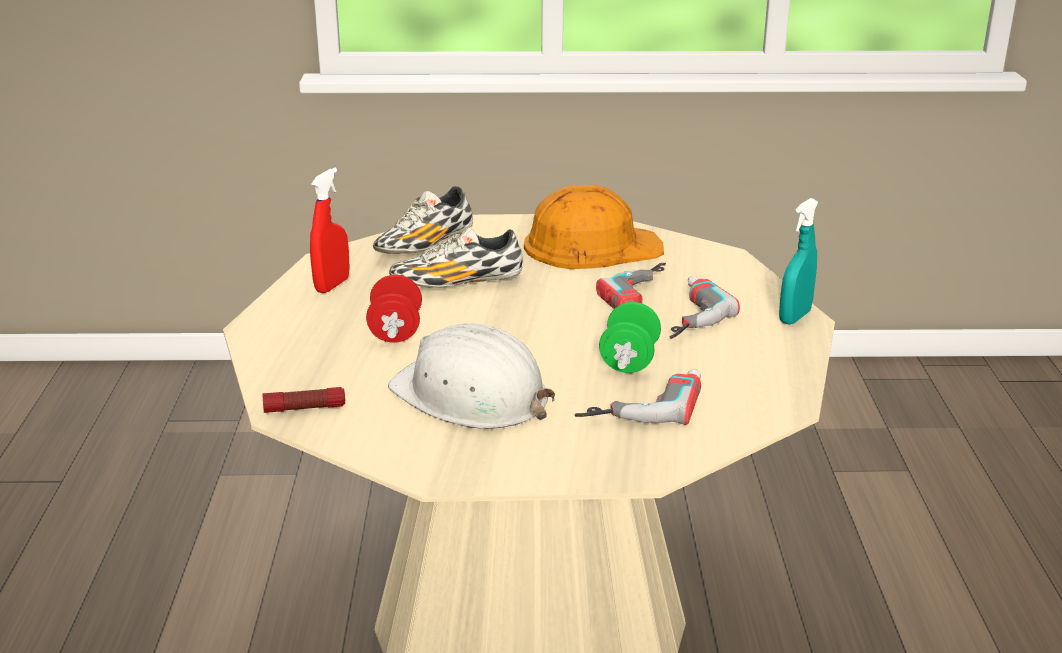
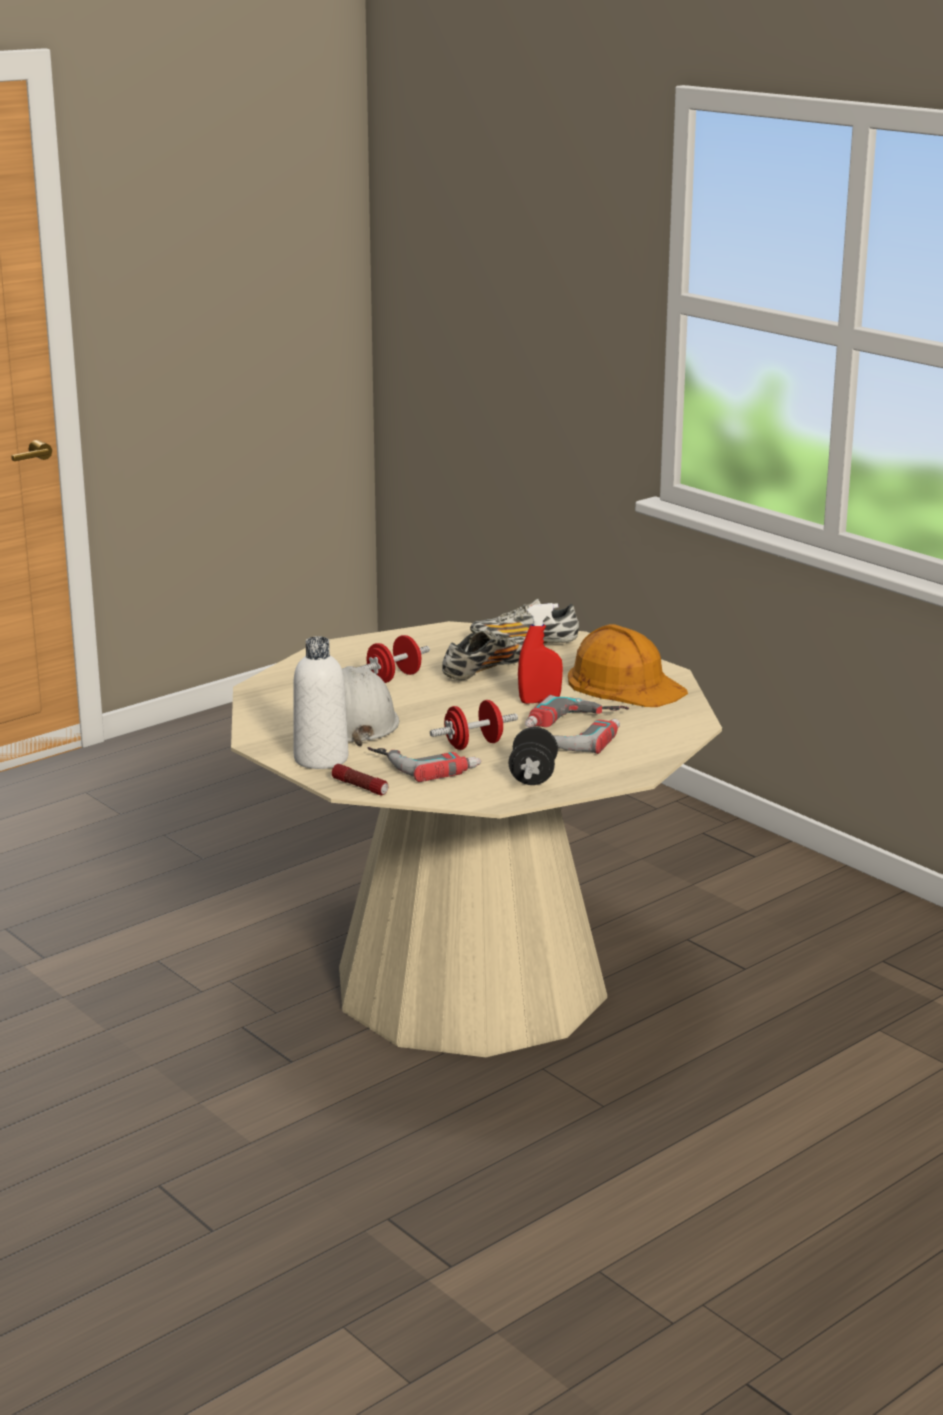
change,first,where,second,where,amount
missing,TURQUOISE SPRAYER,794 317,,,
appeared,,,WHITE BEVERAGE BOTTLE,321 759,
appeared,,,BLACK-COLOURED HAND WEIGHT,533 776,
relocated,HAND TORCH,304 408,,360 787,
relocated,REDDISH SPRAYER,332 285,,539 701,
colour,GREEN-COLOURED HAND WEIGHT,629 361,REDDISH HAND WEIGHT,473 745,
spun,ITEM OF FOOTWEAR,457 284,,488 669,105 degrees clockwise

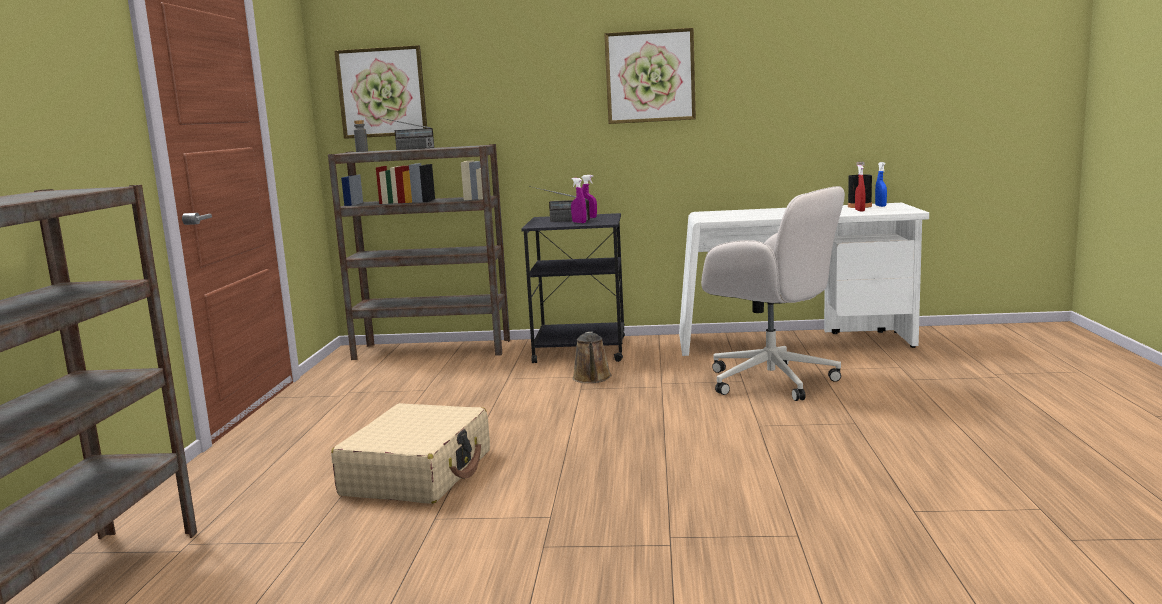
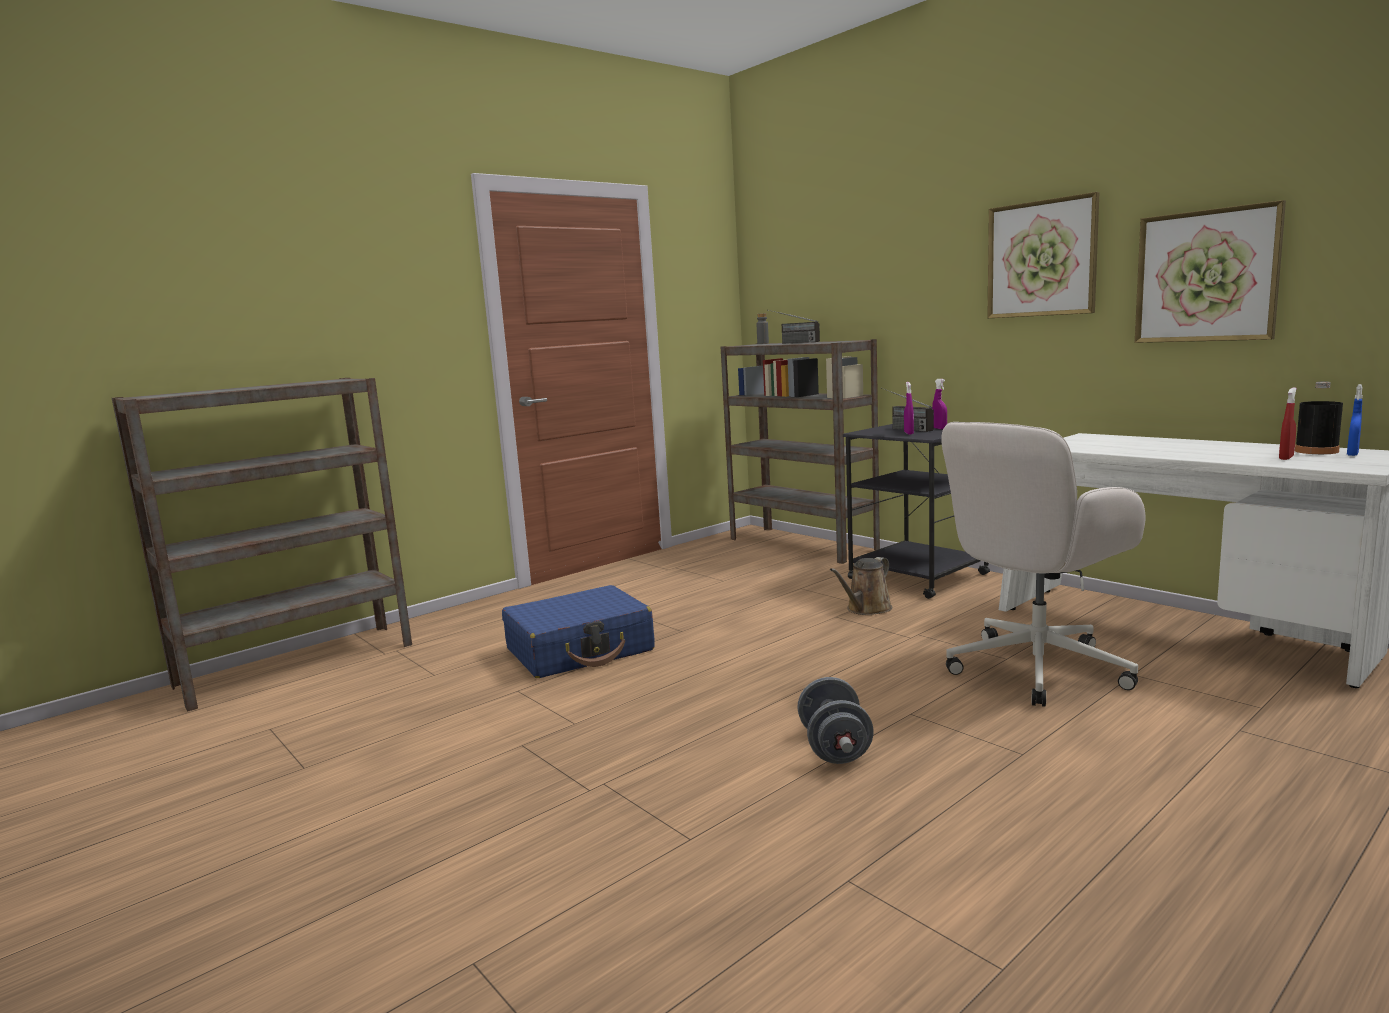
change,first,where,second,where,amount
appeared,,,GRAY HAND WEIGHT,835 748,
relocated,WALL PICTURE,382 92,,1206 276,
colour,SAND-COLOURED TRAVEL CASE,418 473,BLUE TRAVEL CASE,580 650,
spun,WHITE COMPUTER CHAIR,770 381,,1037 669,60 degrees clockwise

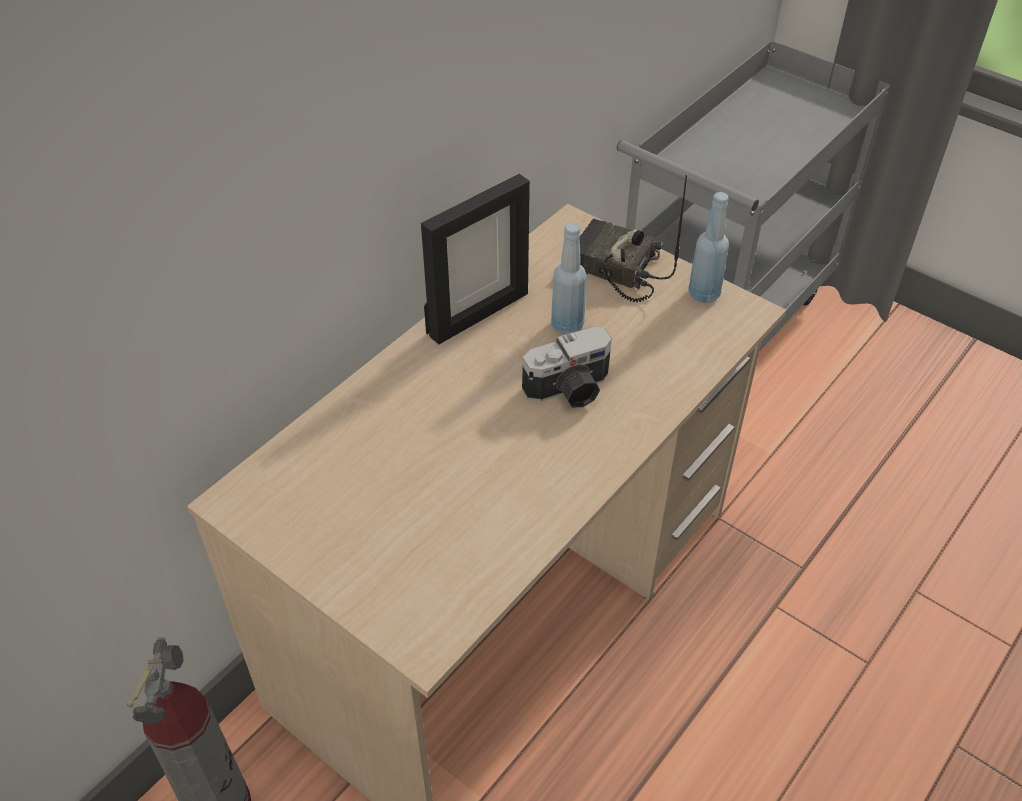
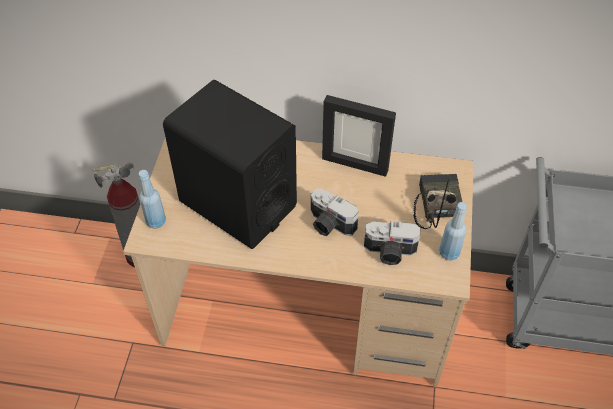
change,first,where,second,where,amount
appeared,,,BLACK-COLOURED LOUDSPEAKER,237 204,
appeared,,,PHOTO CAMERA,389 252,
relocated,BLUE BEVERAGE BOTTLE,567 325,,156 221,

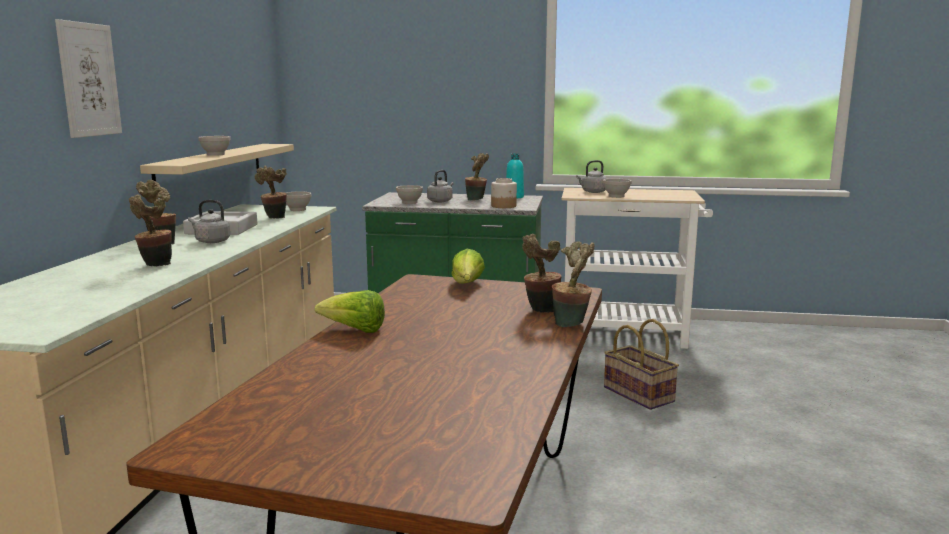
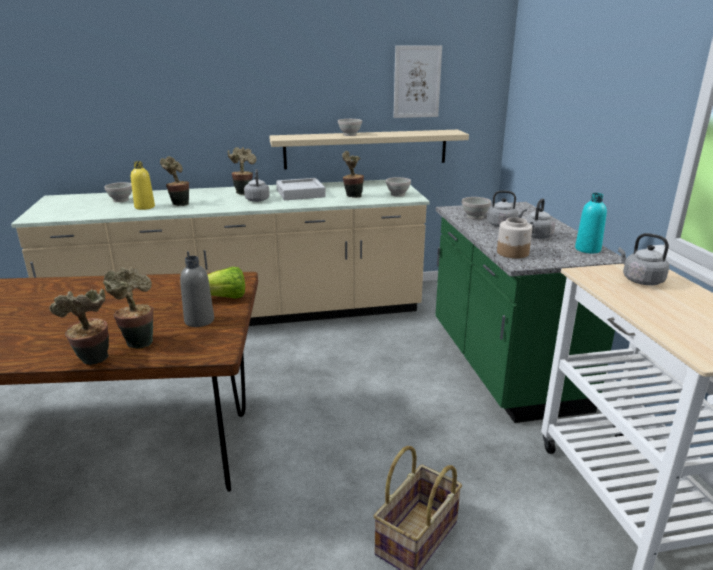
change,first,where,second,where,amount
missing,HEAD OF LETTUCE,355 330,,,
appeared,,,YELLOW BEVERAGE BOTTLE,144 207,
appeared,,,GRAY BEVERAGE BOTTLE,199 321,
relocated,WALL PICTURE,89 80,,417 82,
relocated,WHITE DEEP DISH,616 196,,121 200,
exchanged,PLANT IN A POT,476 200,GRAY KETTLE,537 236,

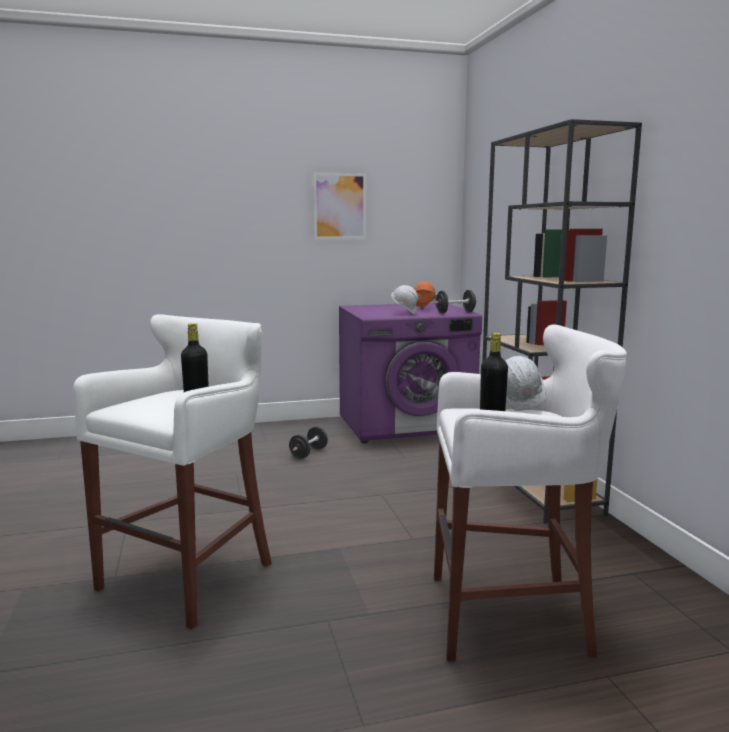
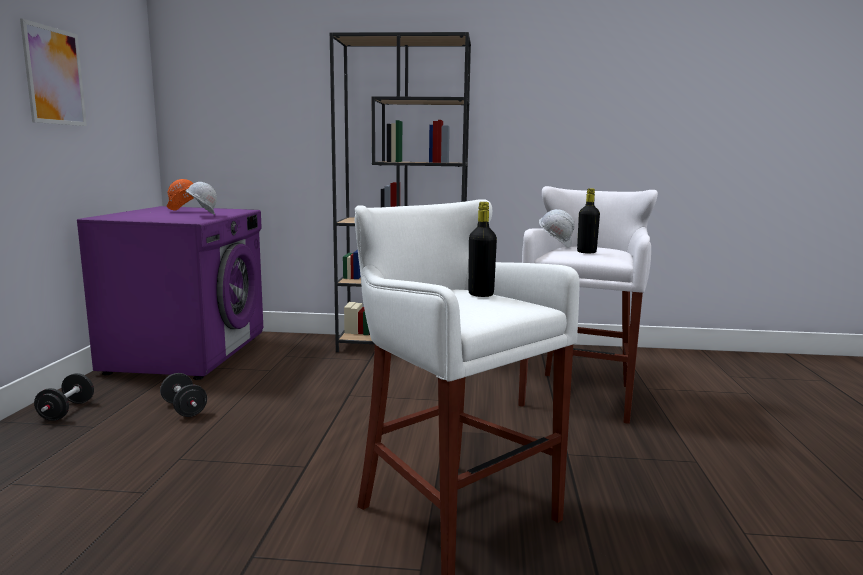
change,first,where,second,where,amount
relocated,BLACK-COLOURED HAND WEIGHT,455 312,,66 411,

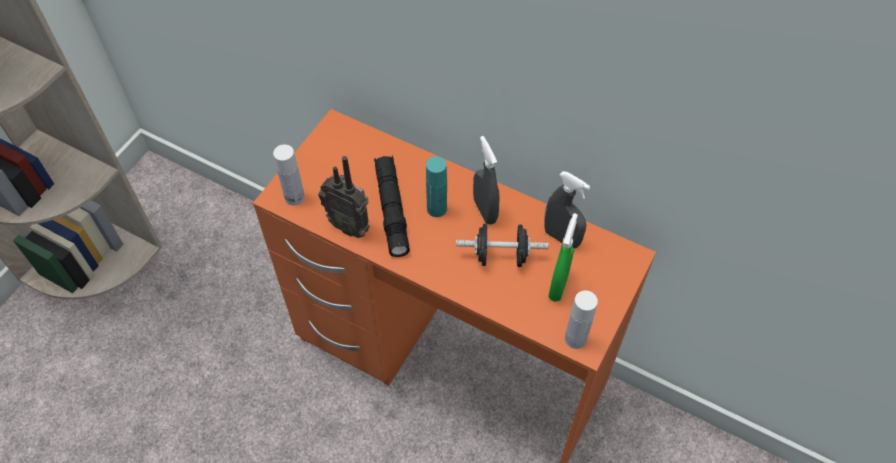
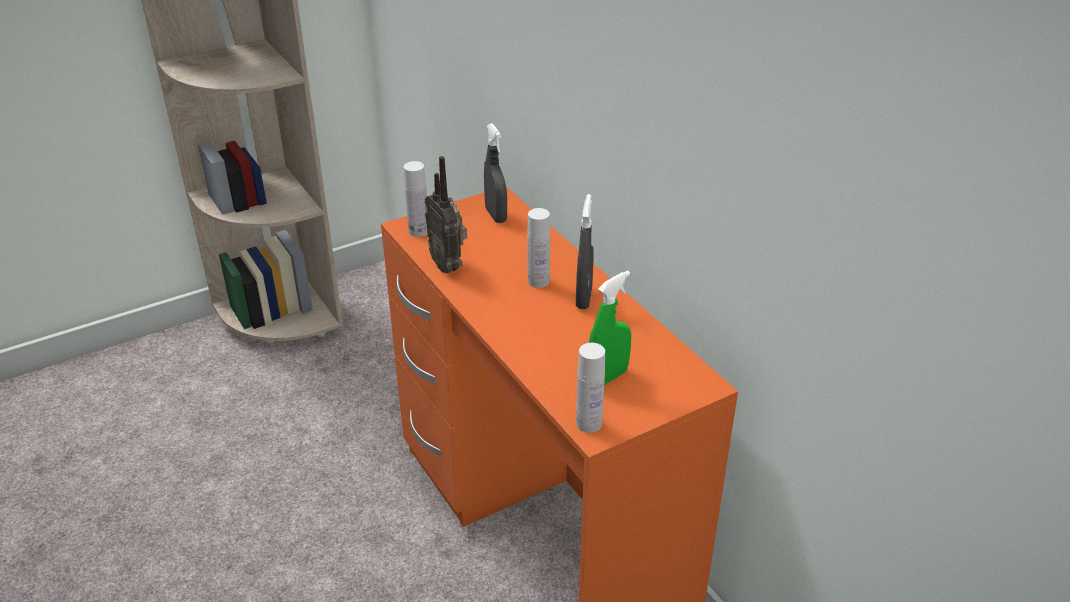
change,first,where,second,where,amount
missing,BLACK-COLOURED HAND TORCH,392 209,,,
missing,BLACK-COLOURED HAND WEIGHT,501 256,,,
relocated,GRAY SPRAYER,561 238,,496 215,
colour,TURQUOISE BEVERAGE BOTTLE,437 209,WHITE BEVERAGE BOTTLE,538 281,

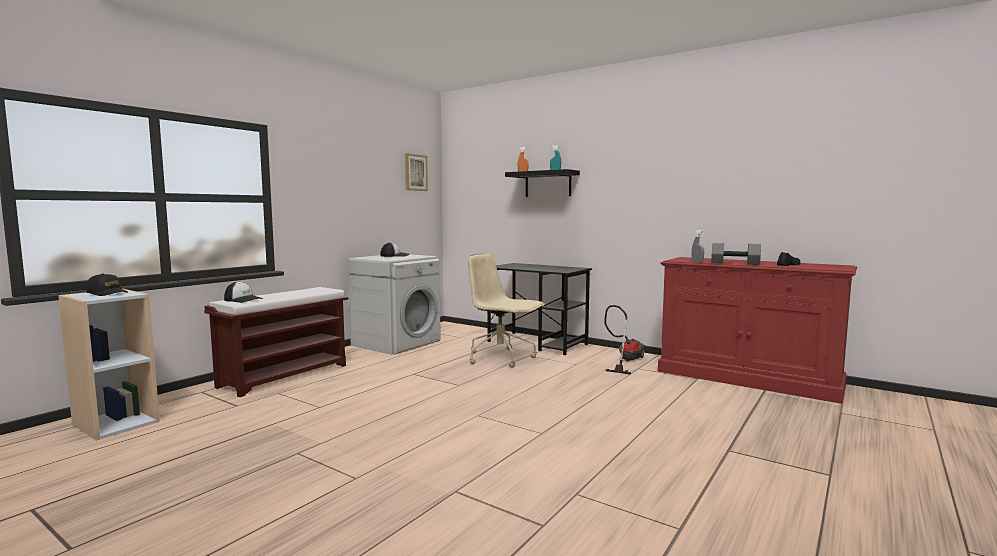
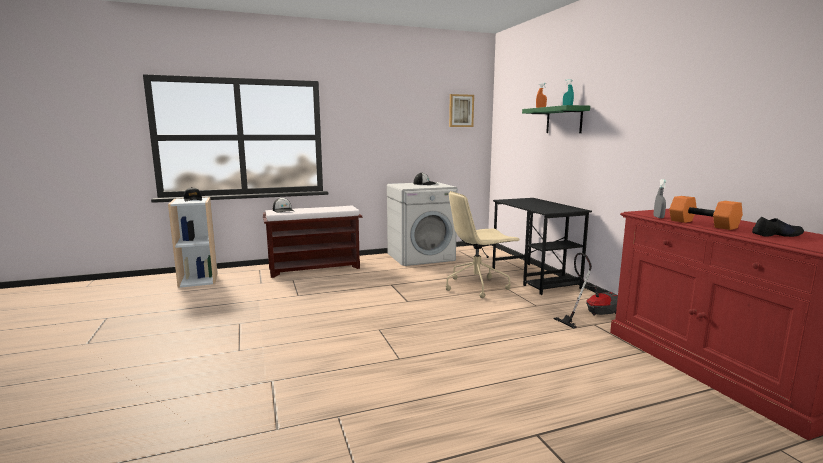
change,first,where,second,where,amount
colour,BLACK-COLOURED SHELF,548 184,GREEN-COLOURED SHELF,564 120,
colour,GRAY HAND WEIGHT,735 263,ORANGE-COLOURED HAND WEIGHT,703 224,
spun,SAND-COLOURED COMPUTER CHAIR,503 359,,479 286,90 degrees counterclockwise

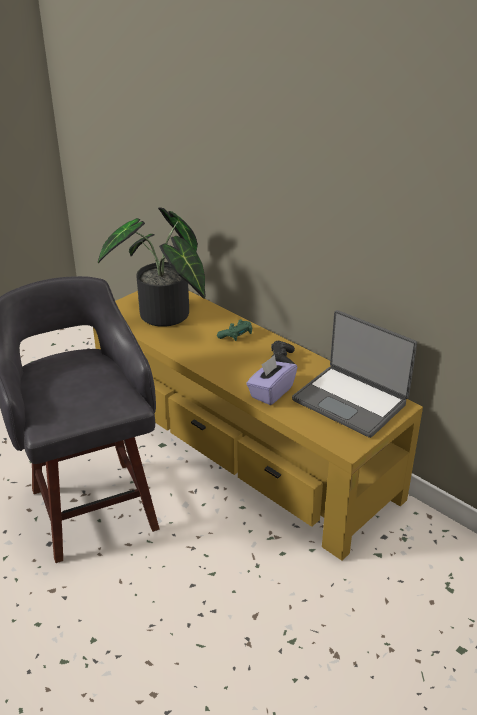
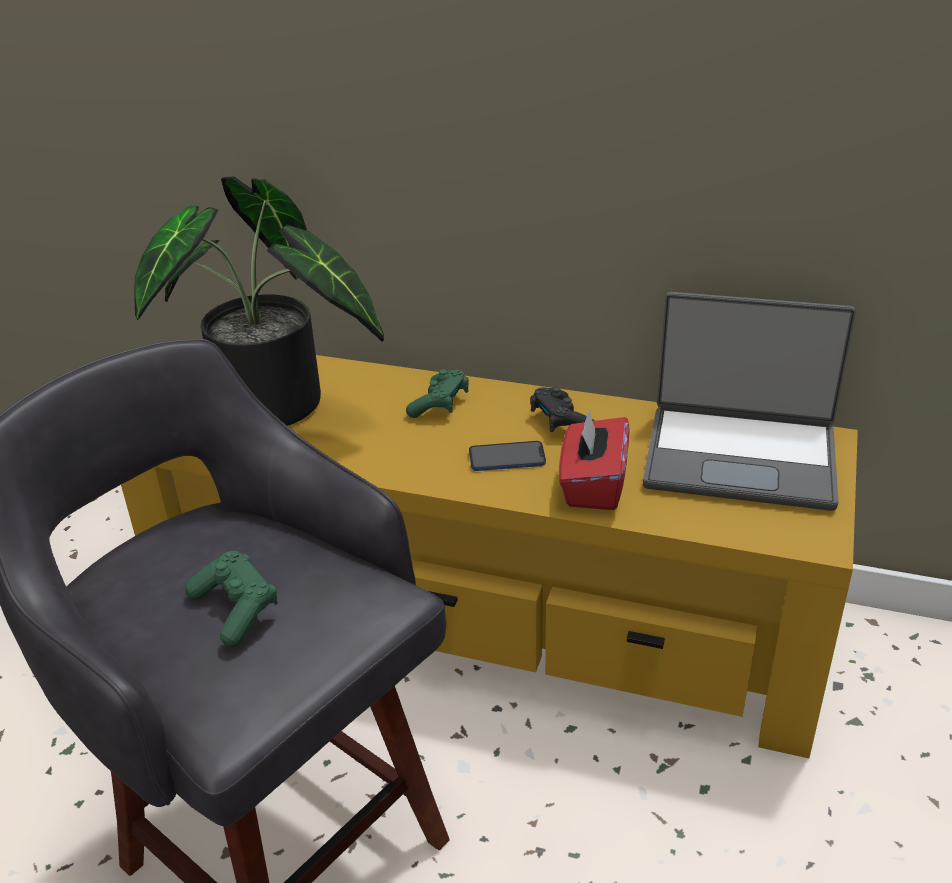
change,first,where,second,where,amount
appeared,,,GREEN-COLOURED GAME CONTROLLER,236 609,
appeared,,,TELEPHONE,507 458,
colour,PURPLE TISSUE HOLDER,271 392,REDDISH TISSUE HOLDER,592 486,

